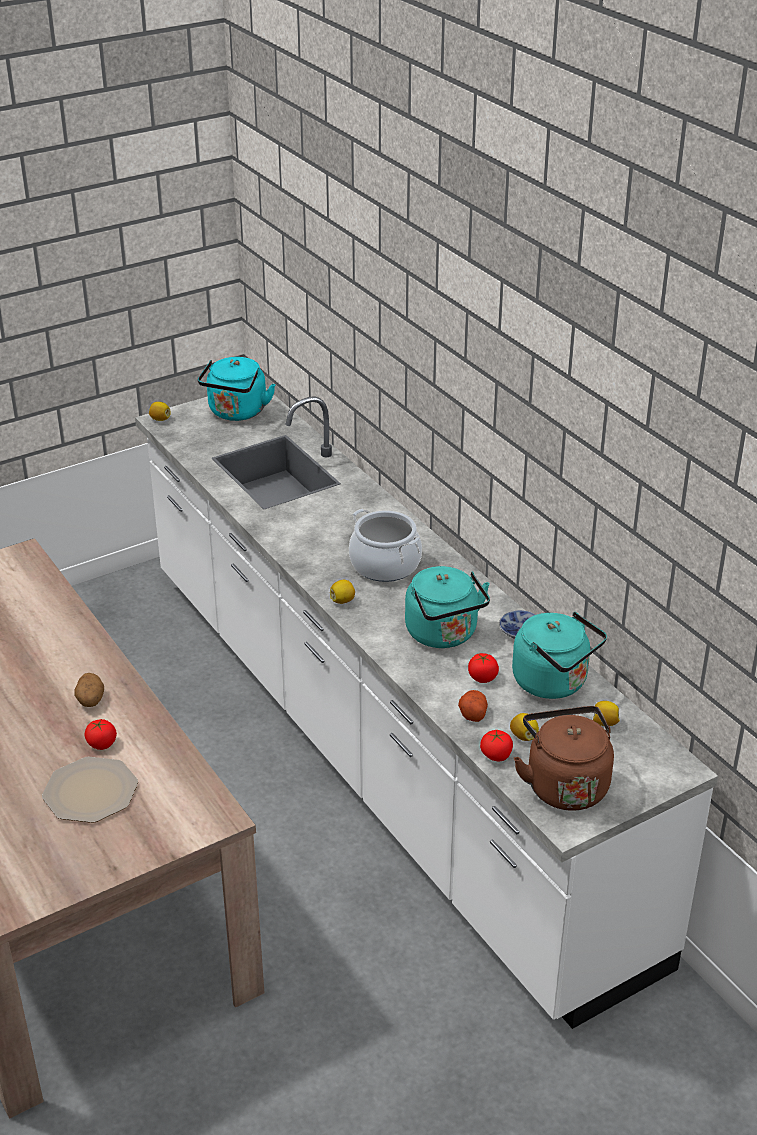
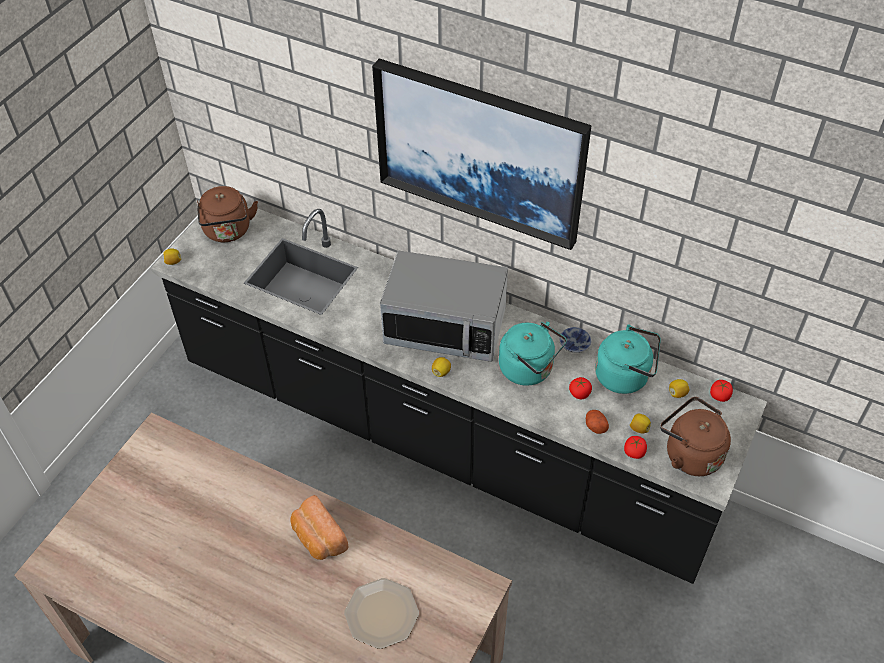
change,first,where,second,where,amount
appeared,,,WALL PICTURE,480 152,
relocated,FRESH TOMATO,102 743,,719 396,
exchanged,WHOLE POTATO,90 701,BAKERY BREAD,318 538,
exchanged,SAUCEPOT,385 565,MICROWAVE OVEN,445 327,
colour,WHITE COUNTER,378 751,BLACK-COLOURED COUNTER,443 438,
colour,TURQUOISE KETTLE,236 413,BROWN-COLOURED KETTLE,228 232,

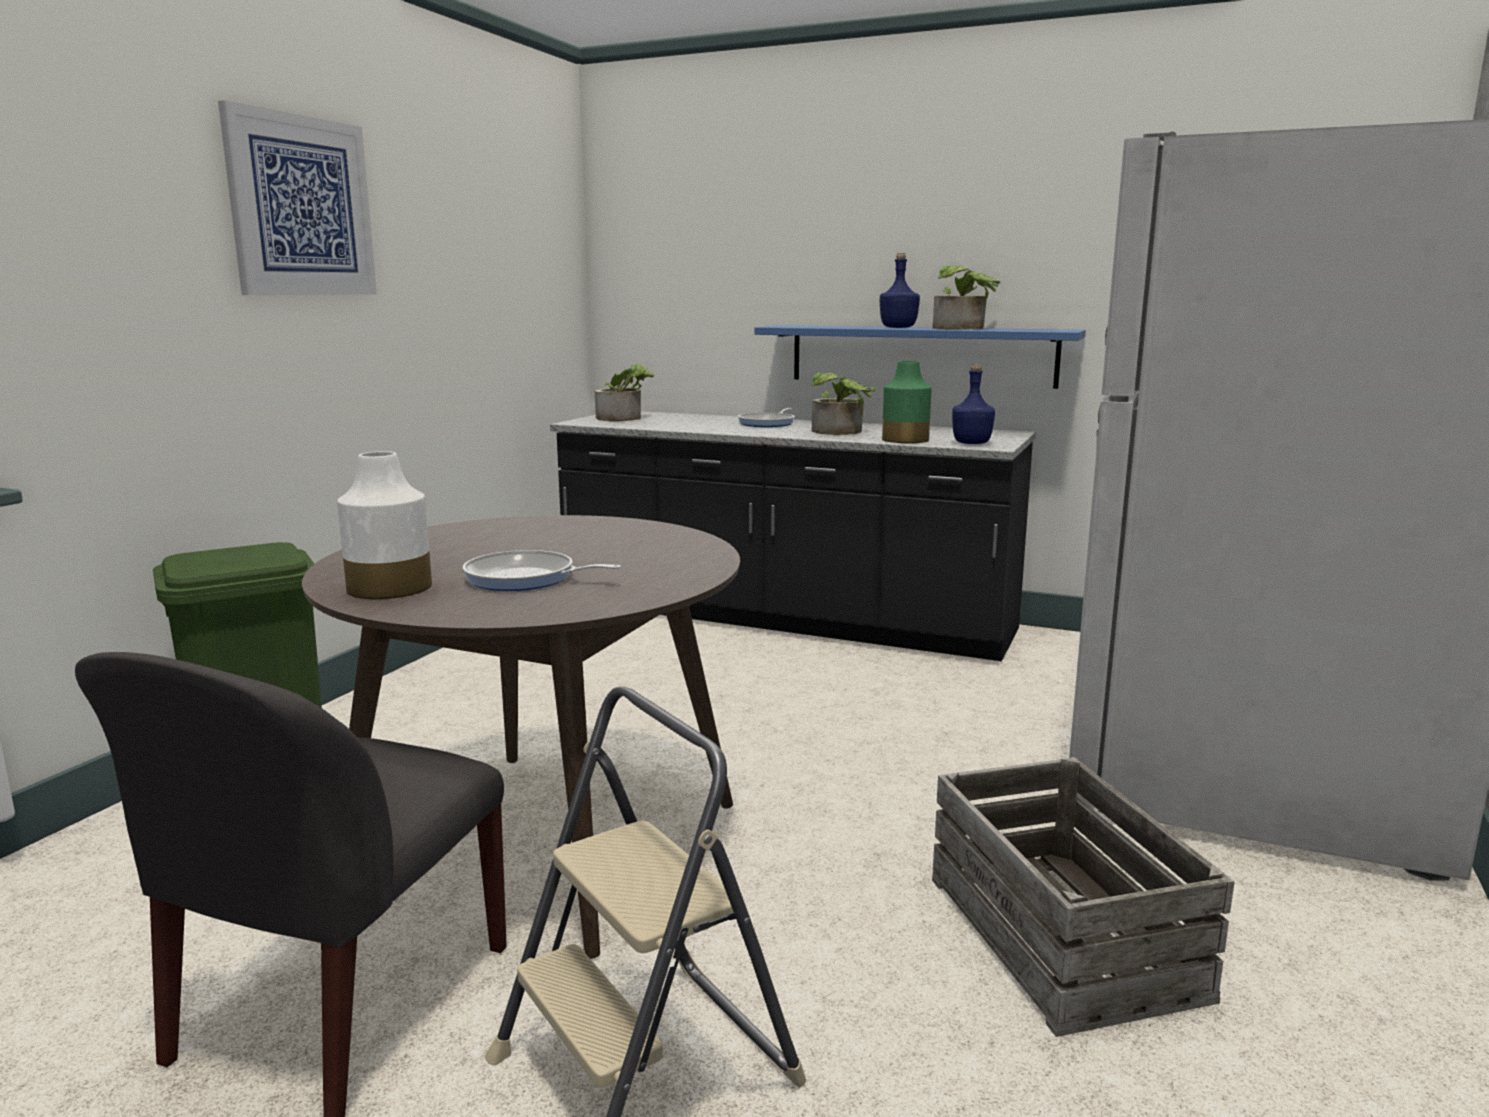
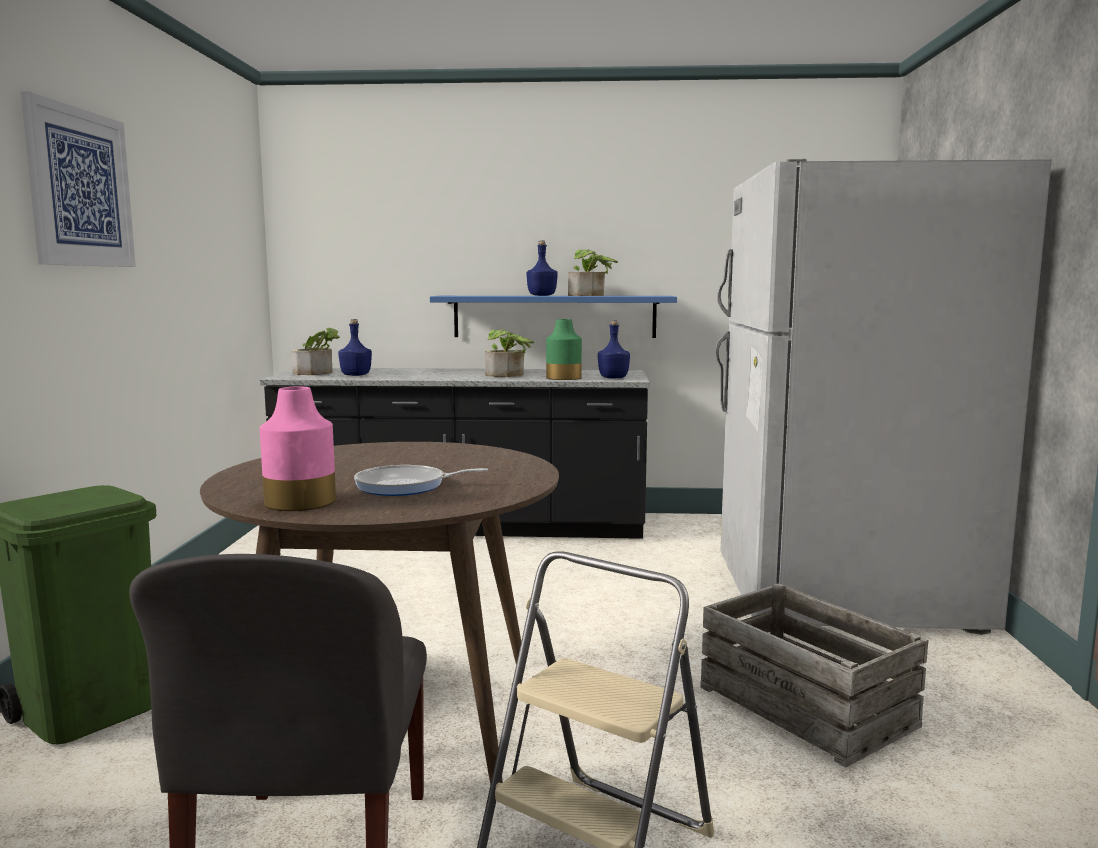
change,first,where,second,where,amount
missing,SKILLET,768 423,,,
appeared,,,BLUE BEVERAGE BOTTLE,355 375,
colour,WHITE FLOWER VASE,390 587,PINK-COLOURED FLOWER VASE,301 501,

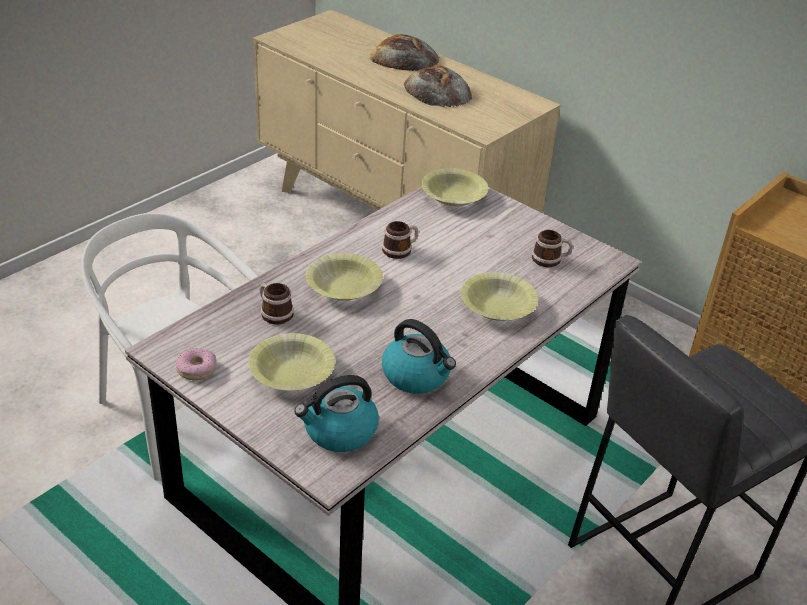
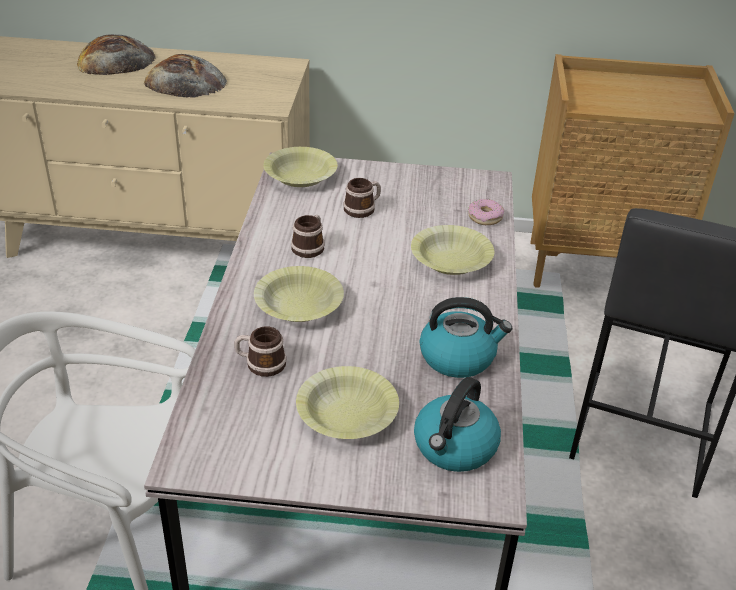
change,first,where,second,where,amount
relocated,RING DOUGHNUT,197 369,,485 217,
relocated,TEA MUG,550 259,,363 208,

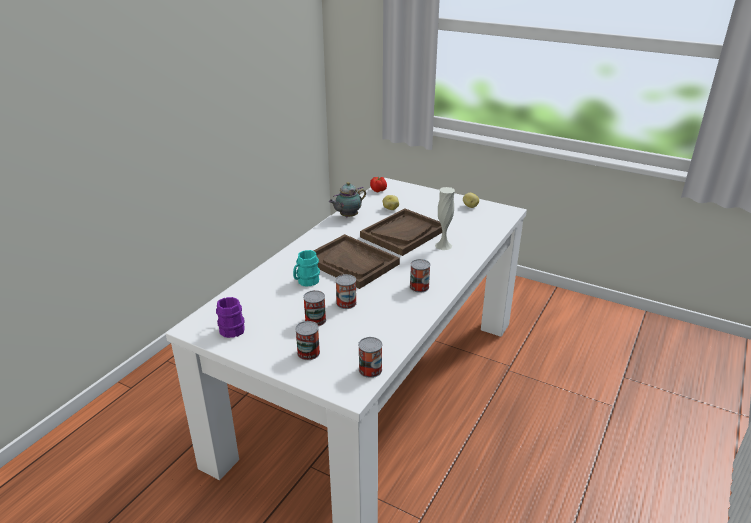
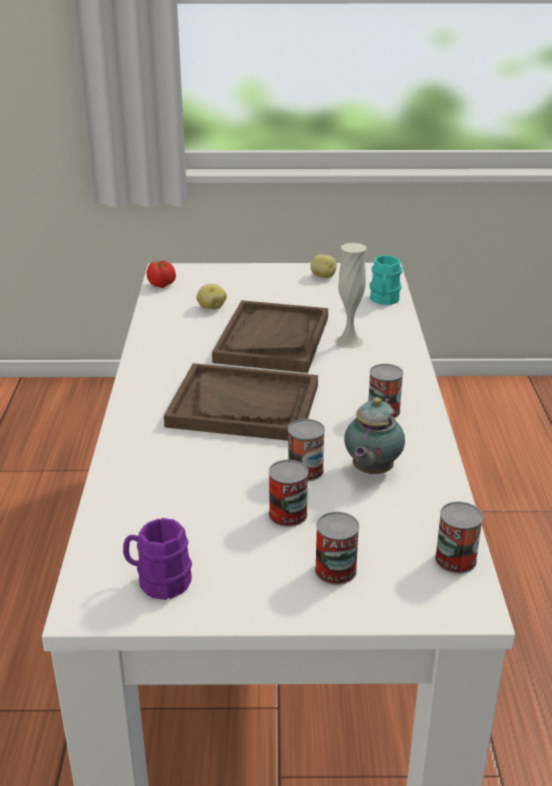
change,first,where,second,where,amount
relocated,TURQUOISE TEA MUG,306 281,,384 300,
relocated,TEA POT,347 216,,370 471,

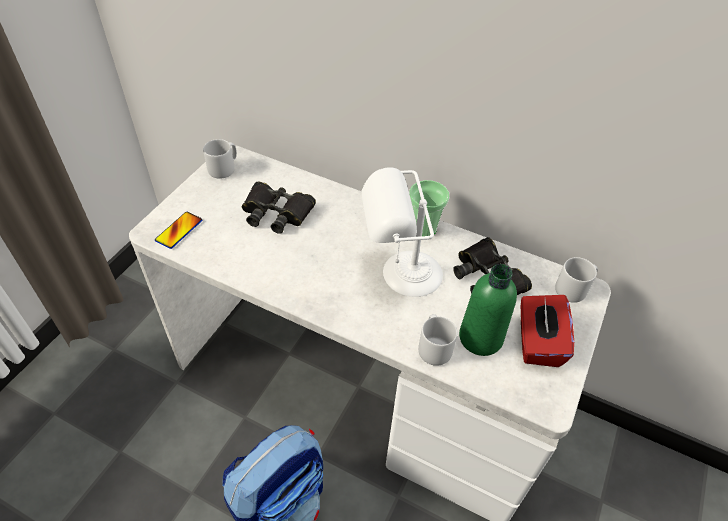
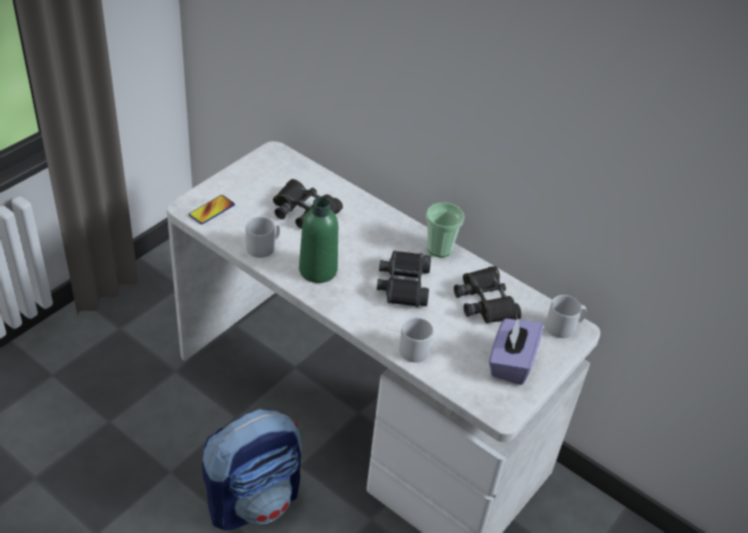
change,first,where,second,where,amount
relocated,GRAY TEA MUG,224 168,,263 247,
relocated,GREEN-COLOURED BEVERAGE BOTTLE,480 338,,318 270,
exchanged,WHITE LAMP FOR A TABLE,400 275,BLACK-COLOURED FIELD GLASSES,403 285,
colour,REDDISH TISSUE HOLDER,538 342,PURPLE TISSUE HOLDER,511 362,

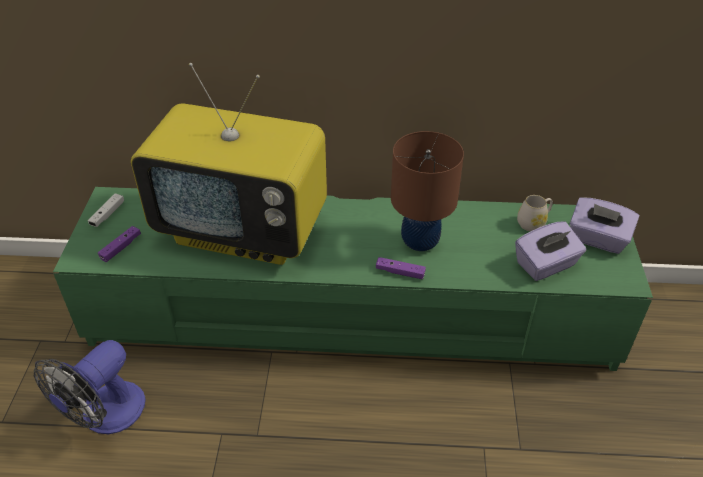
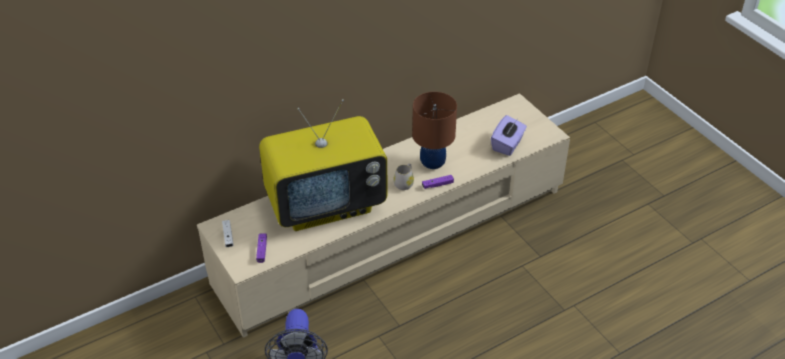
change,first,where,second,where,amount
missing,PURPLE TISSUE HOLDER,597 239,,,
relocated,WHITE TEA MUG,533 223,,404 183,
colour,GREEN-COLOURED TV STAND,353 316,SAND-COLOURED TV STAND,392 235,

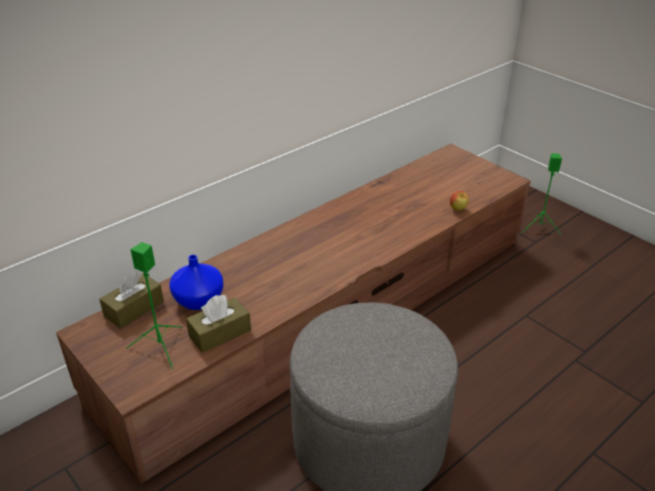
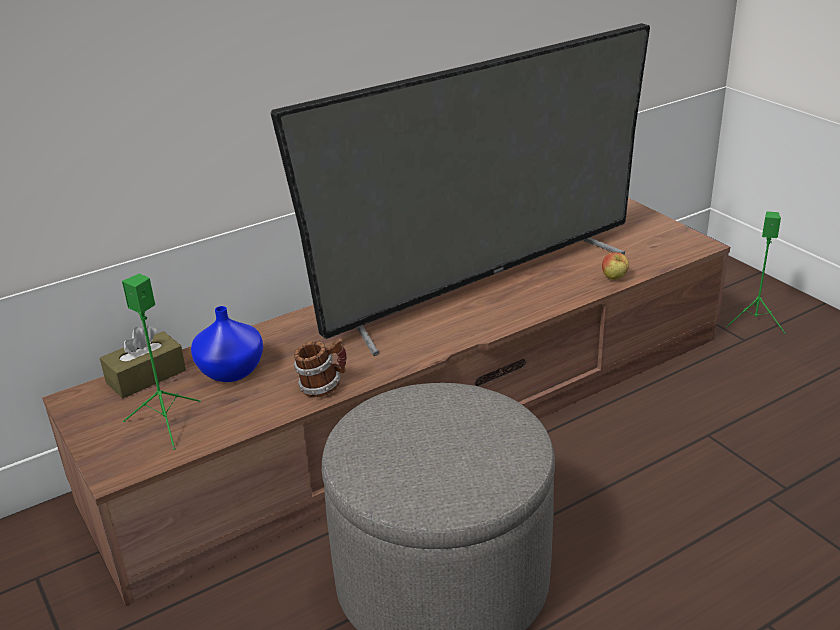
change,first,where,second,where,amount
missing,BROWN-COLOURED TISSUE HOLDER,220 333,,,
appeared,,,TELEVISION,483 287,
appeared,,,TEA MUG,322 387,

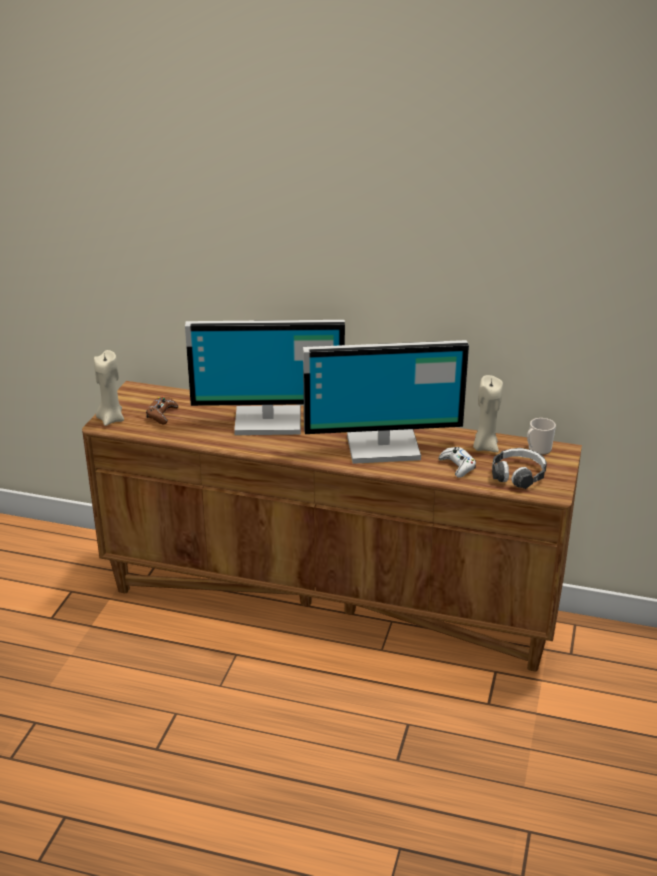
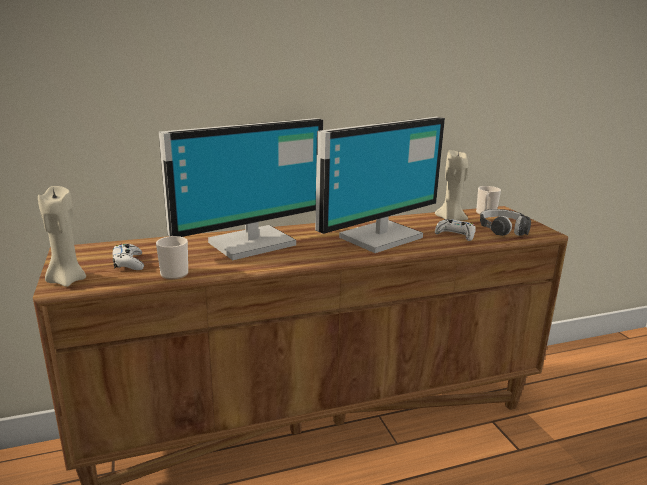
change,first,where,second,where,amount
appeared,,,TEA MUG,172 272,
colour,BROWN-COLOURED GAME CONTROLLER,162 415,WHITE GAME CONTROLLER,128 263,

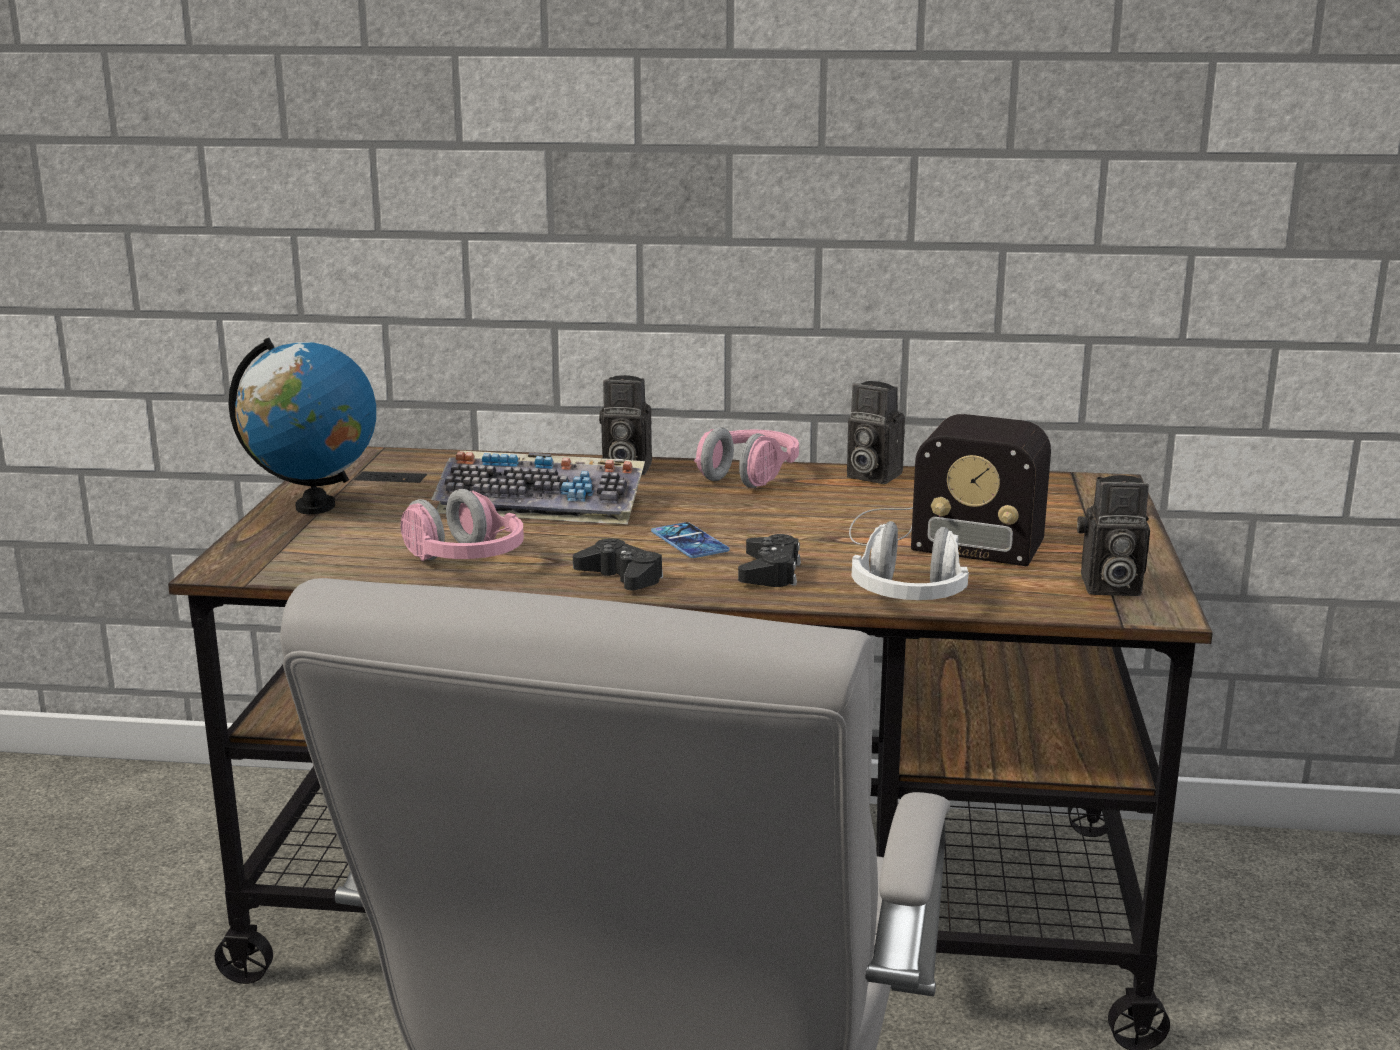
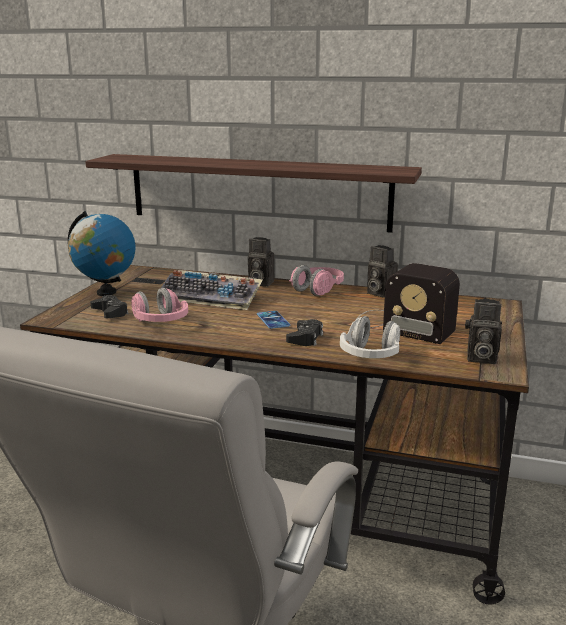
change,first,where,second,where,amount
appeared,,,SHELF,257 192,
relocated,BLACK-COLOURED GAME CONTROLLER,621 577,,110 312,

